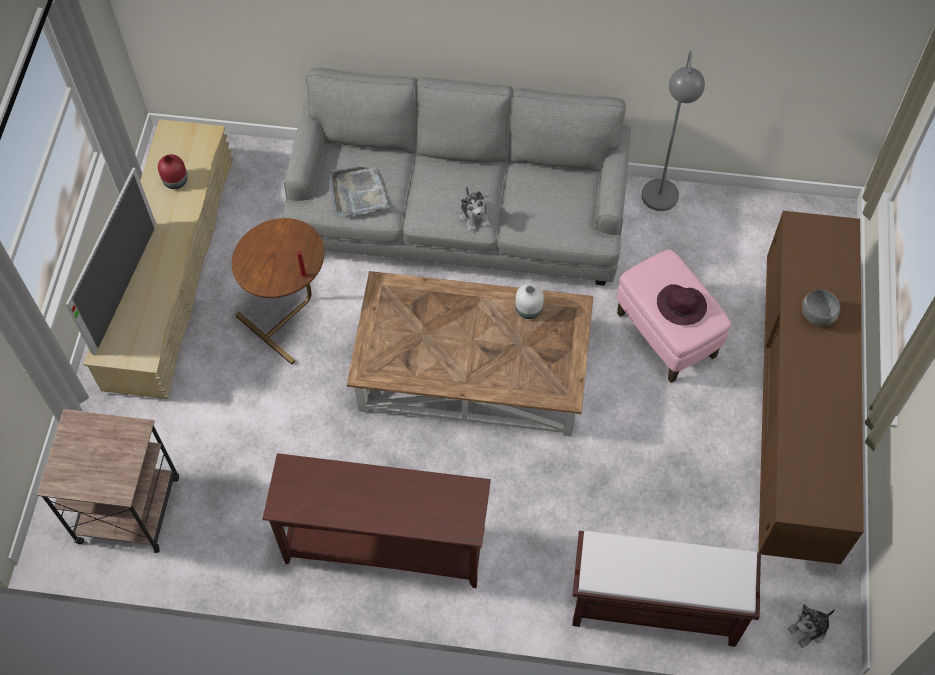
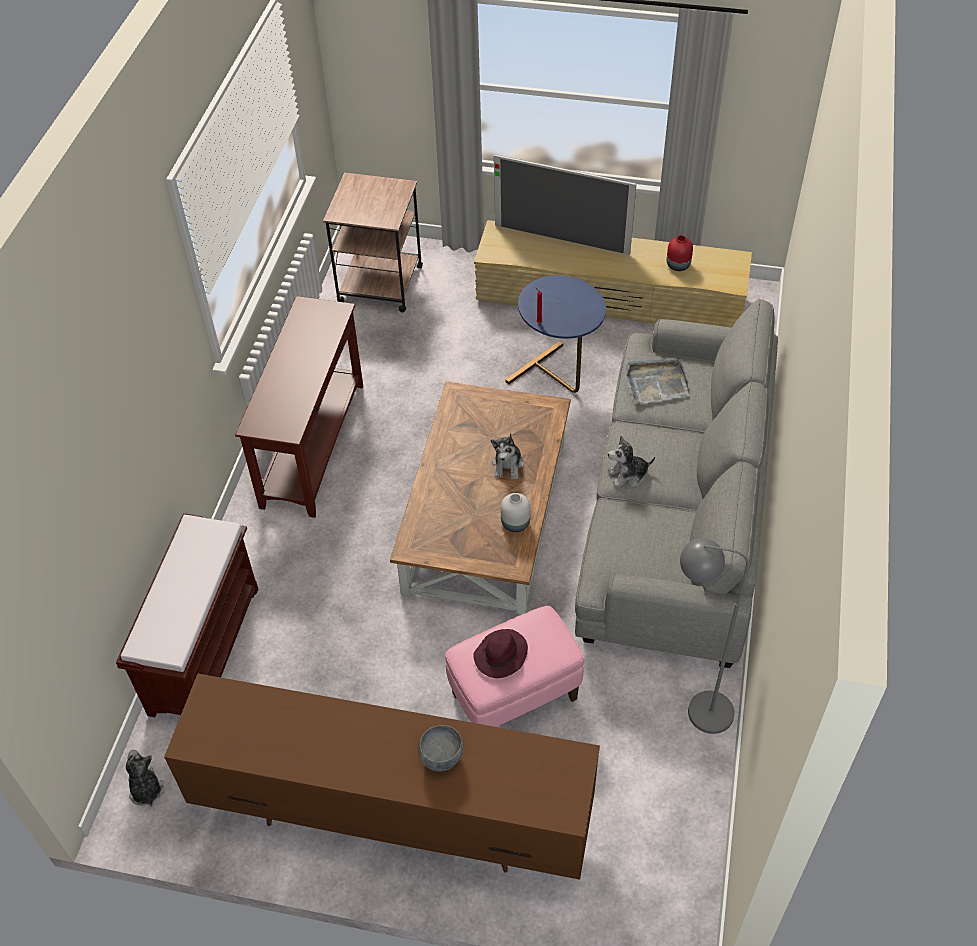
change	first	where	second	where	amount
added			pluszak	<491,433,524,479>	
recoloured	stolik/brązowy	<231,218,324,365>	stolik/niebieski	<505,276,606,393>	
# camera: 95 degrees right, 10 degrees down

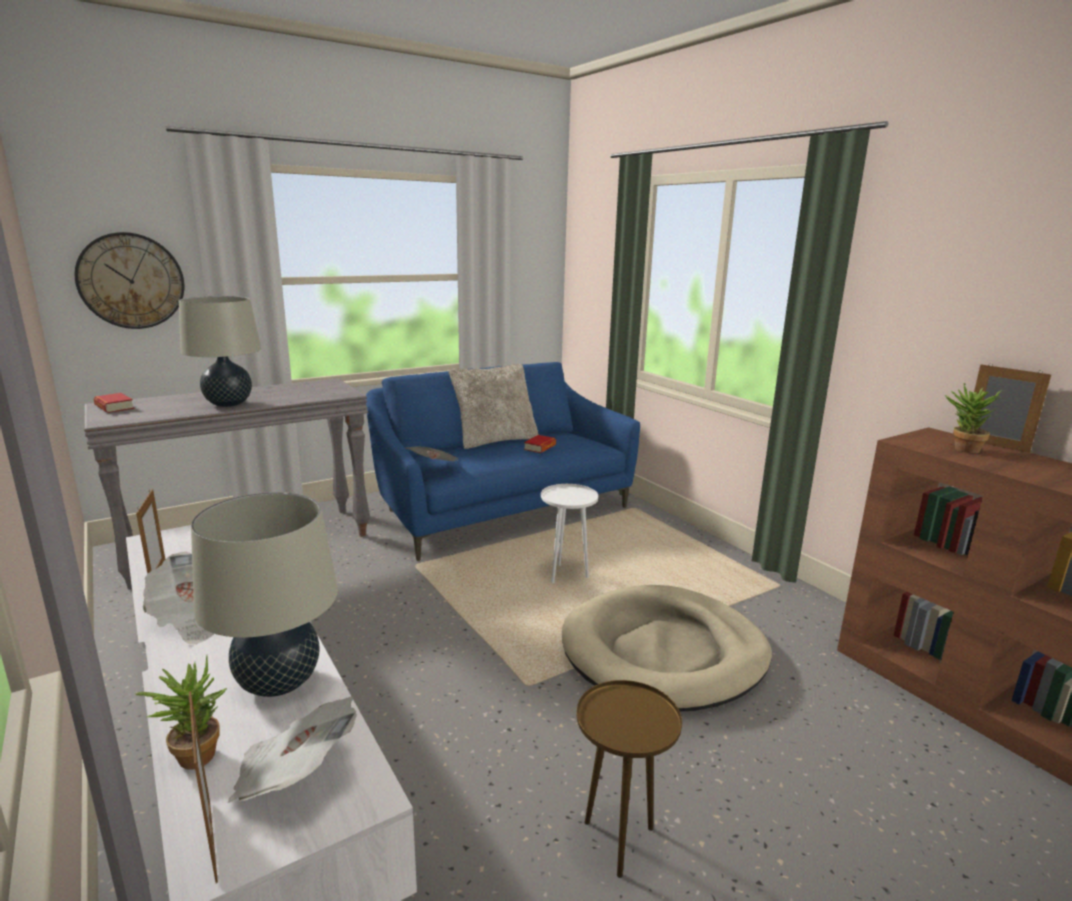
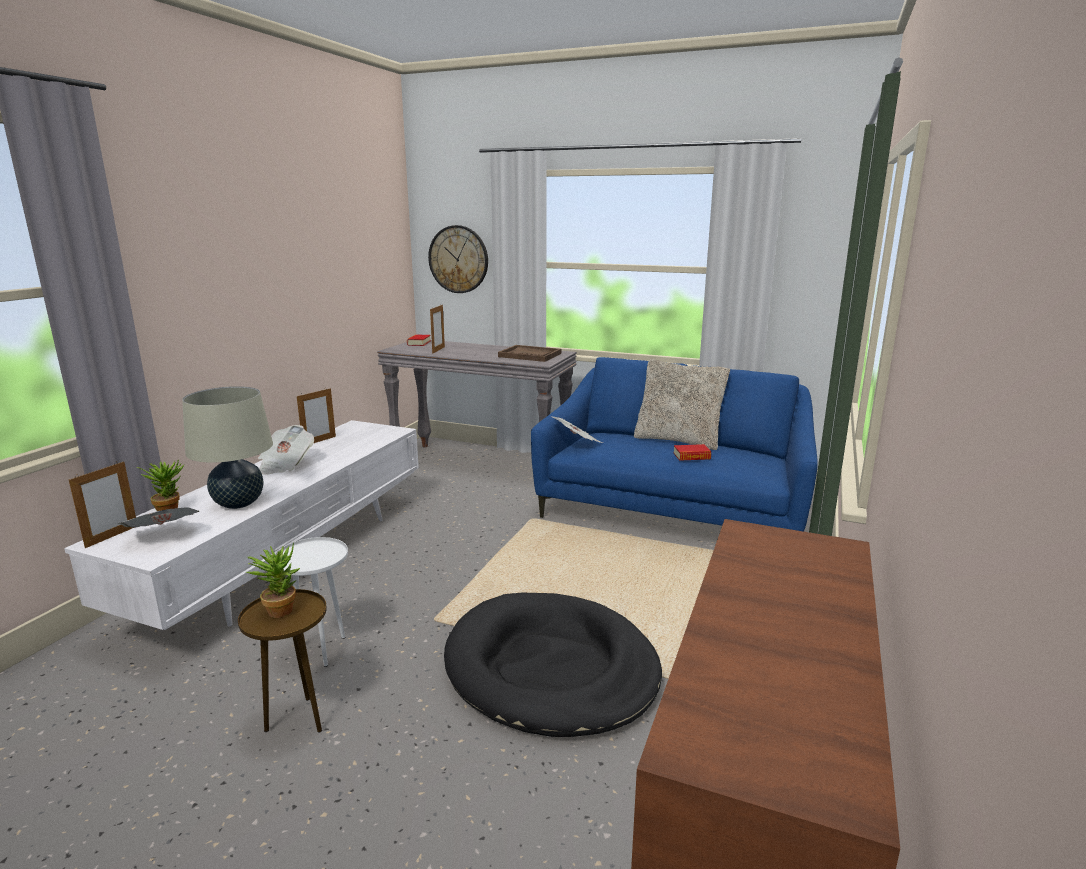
change	first	where	second	where	amount
removed	lampa stołowa/beżowy	<179,296,261,407>			
added			taca/brązowy	<498,345,561,362>	
moved	stolik/biały	<541,484,598,583>		<275,537,348,667>	
moved	roślina doniczkowa	<944,383,1002,453>		<246,542,300,618>	
moved	ramka na zdjęcie	<974,363,1051,453>		<430,305,445,354>	
recoloured	legowisko/beżowy	<562,585,772,711>	legowisko/czarny	<444,593,662,737>	
# camera: 55 degrees right, 0 degrees up

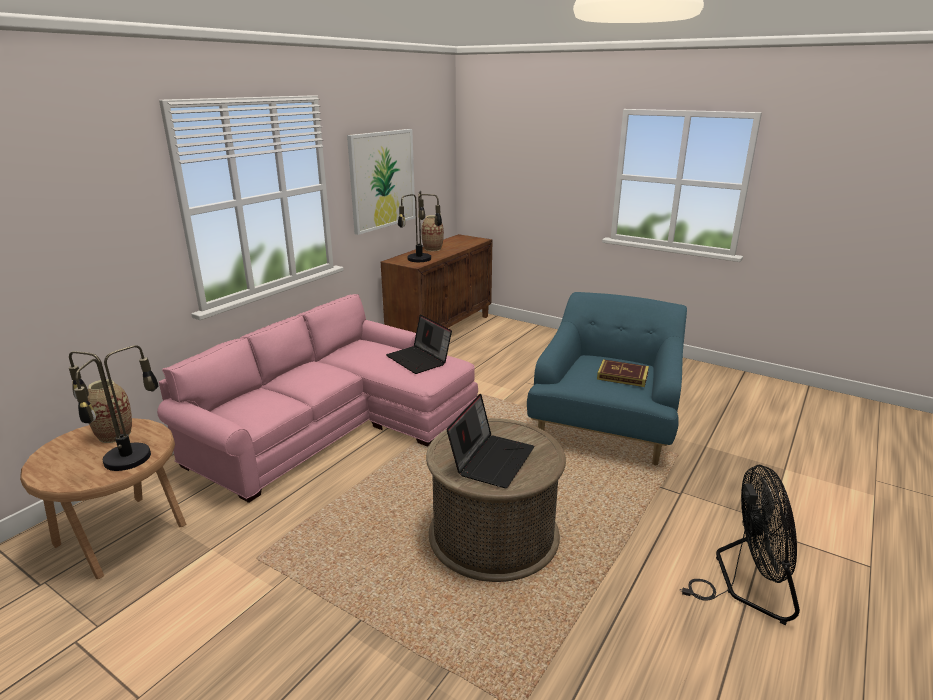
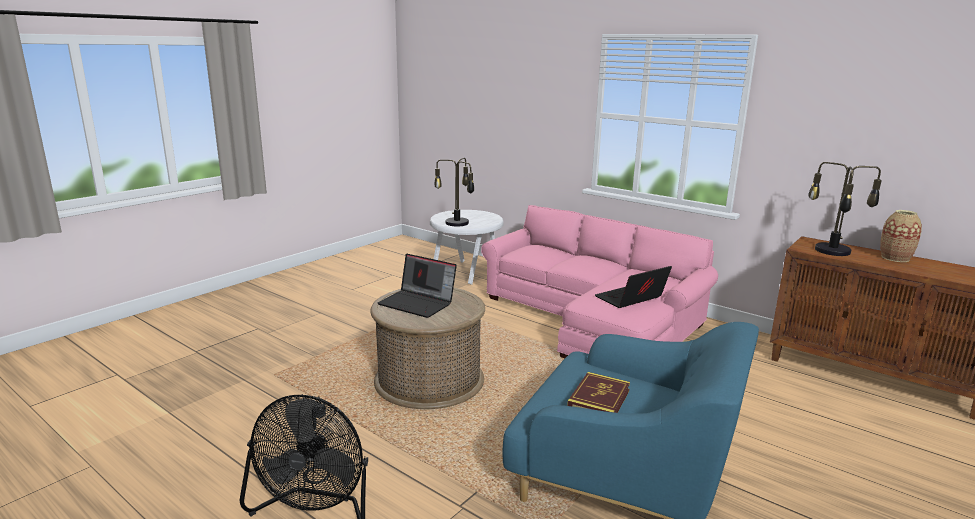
change	first	where	second	where	amount
removed	wazon	<88,379,132,443>			
removed	obraz	<347,129,415,235>			
recoloured	stolik/brązowy	<20,418,186,579>	stolik/biały	<430,210,504,285>	
# camera: 95 degrees right, 5 degrees down

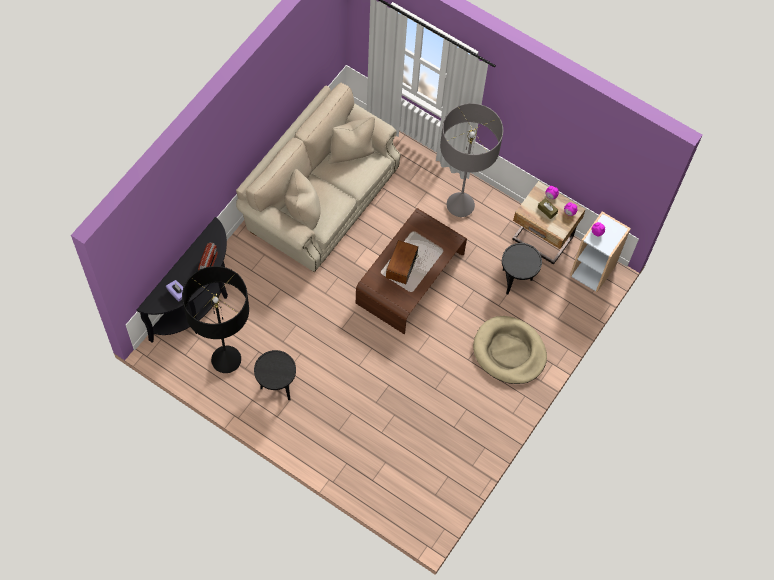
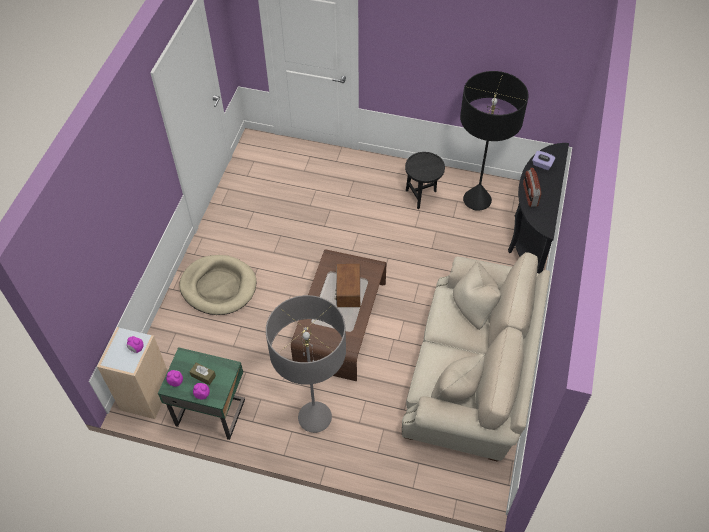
change	first	where	second	where	amount
removed	stolik/czarny	<502,243,542,294>			
recoloured	szafka nocna/beżowy	<512,181,586,264>	szafka nocna/zielony	<158,347,245,440>	
# camera: 165 degrees right, 10 degrees down

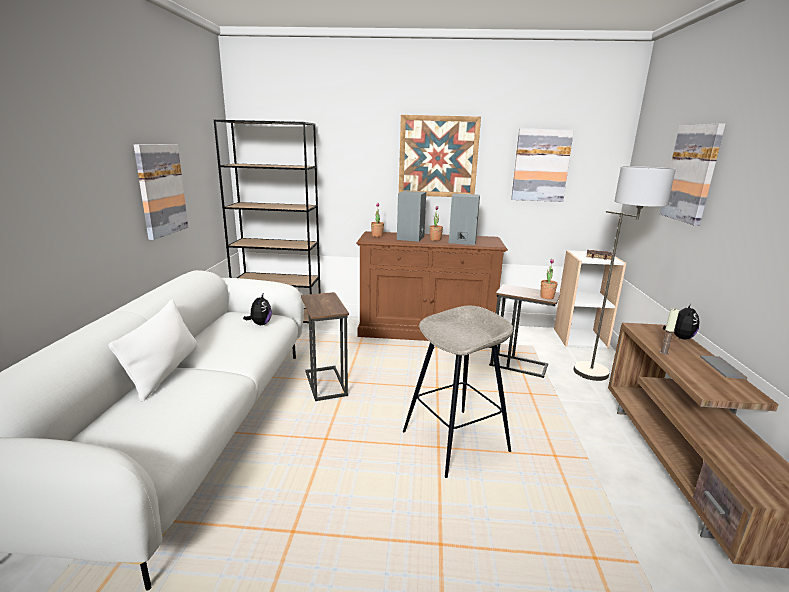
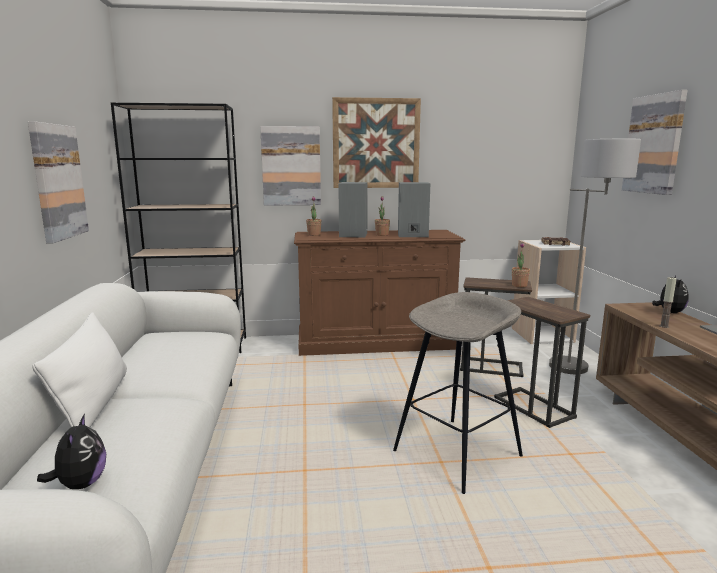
change	first	where	second	where	amount
moved	pluszak	<243,294,272,325>		<37,414,106,489>	
moved	stolik/brązowy	<301,292,349,401>		<494,297,590,428>	
moved	obraz	<511,128,574,202>		<260,126,321,206>	
# camera: 10 degrees left, 5 degrees down

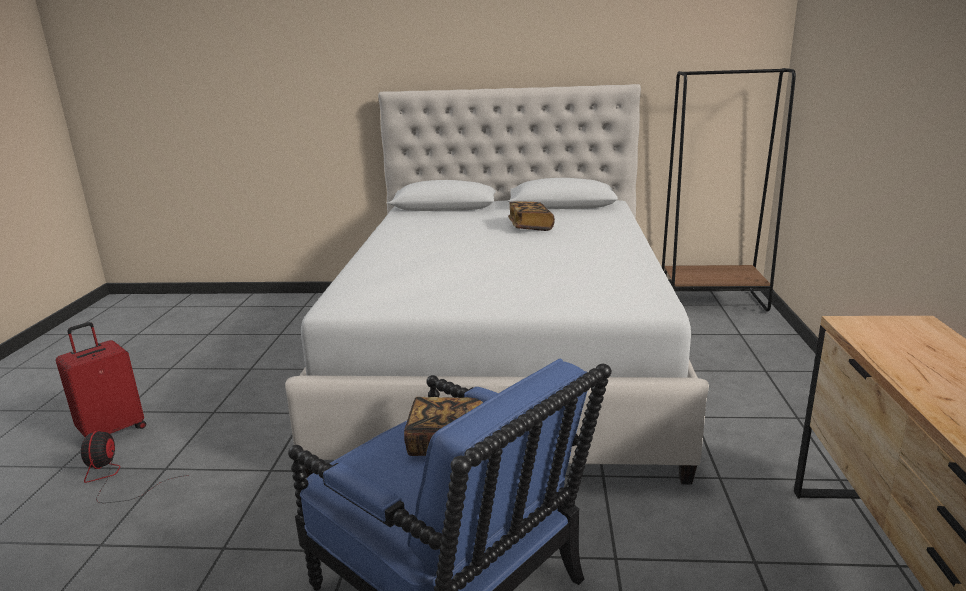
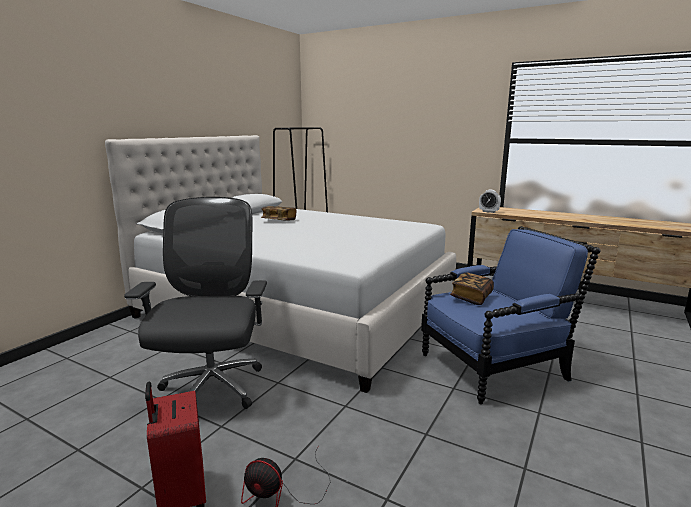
change	first	where	second	where	amount
added			krzesło biurowe	<124,197,267,409>	
added			budzik	<479,190,501,213>	
# camera: 65 degrees left, 5 degrees down

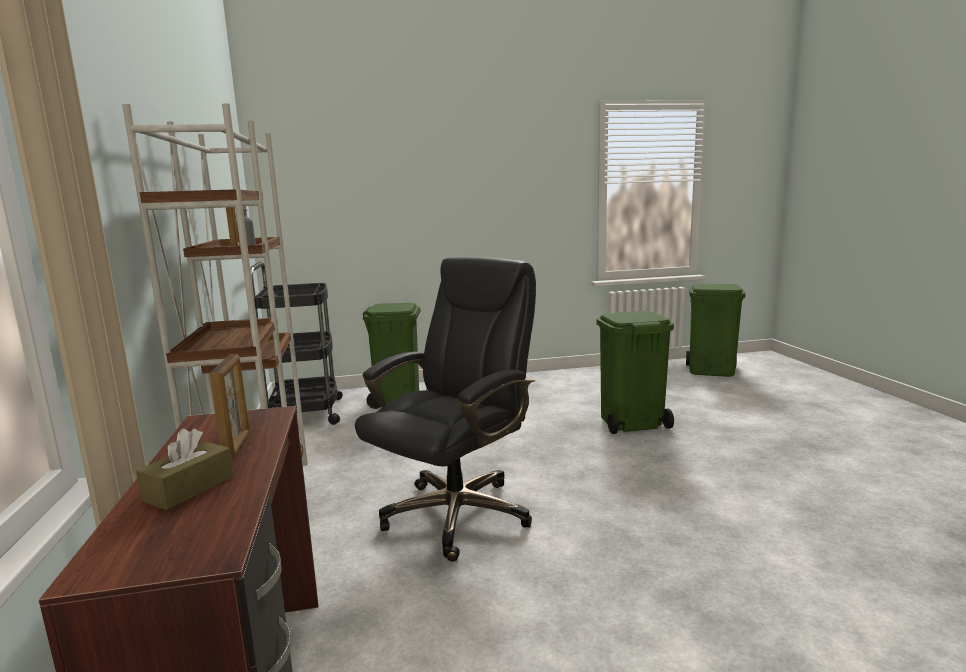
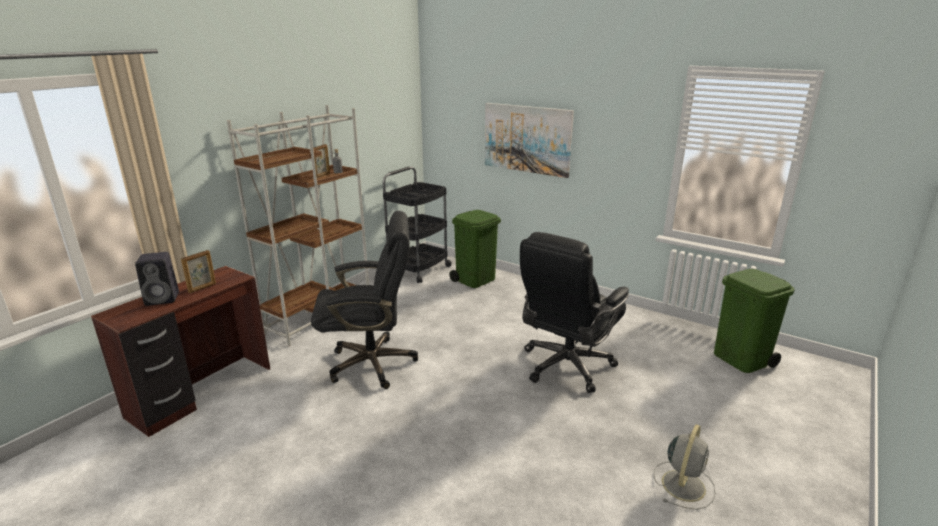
change	first	where	second	where	amount
added			obraz	<485,103,574,178>	
added			wentylator/szary	<654,424,716,510>	
replaced	pudełko chusteczek/brązowy	<136,429,234,510>	głośnik/czarny	<135,252,179,306>	
replaced	kosz na śmieci/zielony	<597,311,674,434>	krzesło biurowe/czarny	<520,232,629,393>	
# camera: 45 degrees right, 10 degrees up

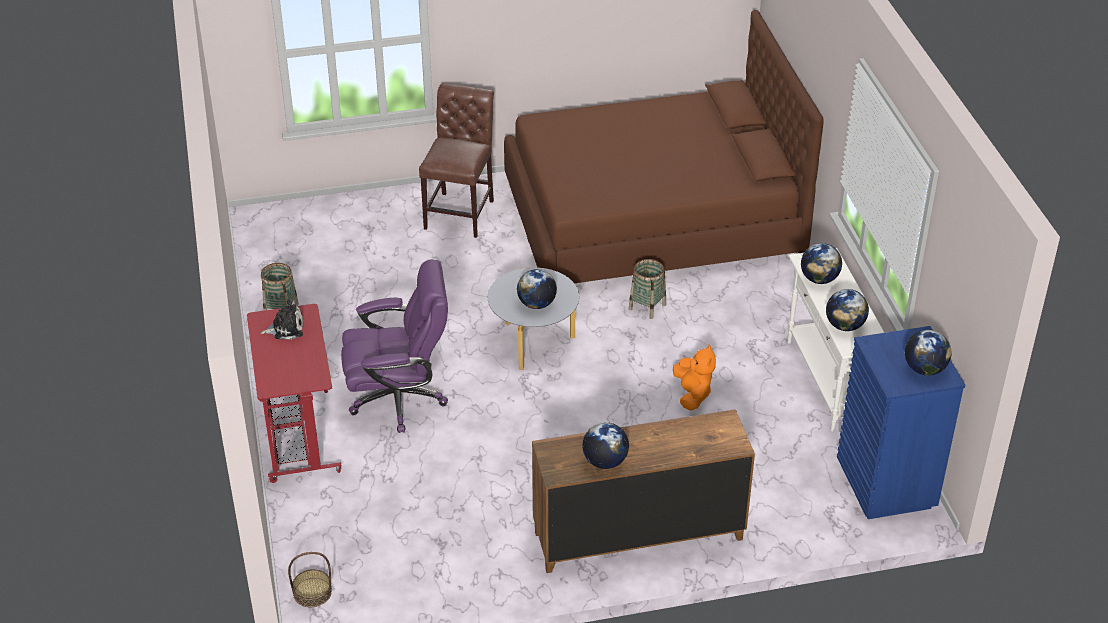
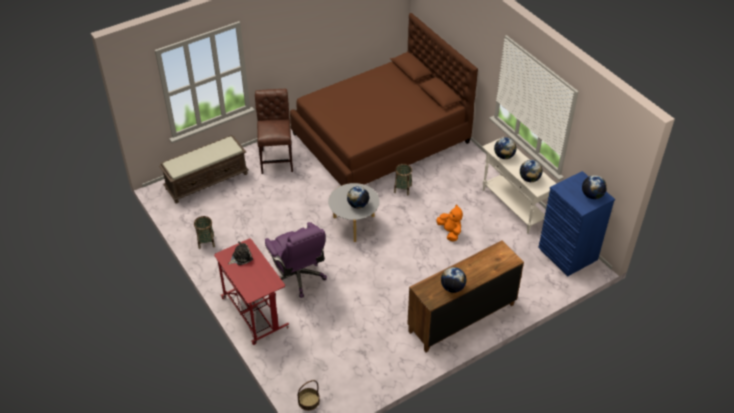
change	first	where	second	where	amount
added			ławka/brązowy	<159,135,248,204>	
turned	krzesło biurowe/fioletowy	<341,260,448,433>		<265,222,327,298>	90 degrees clockwise
# camera: 20 degrees left, 5 degrees up

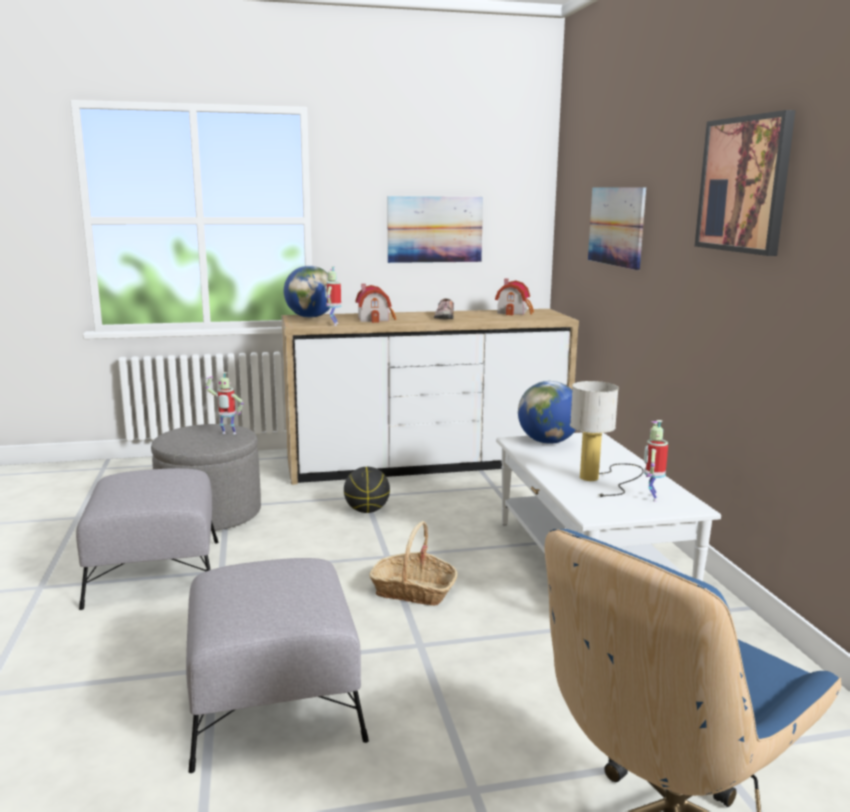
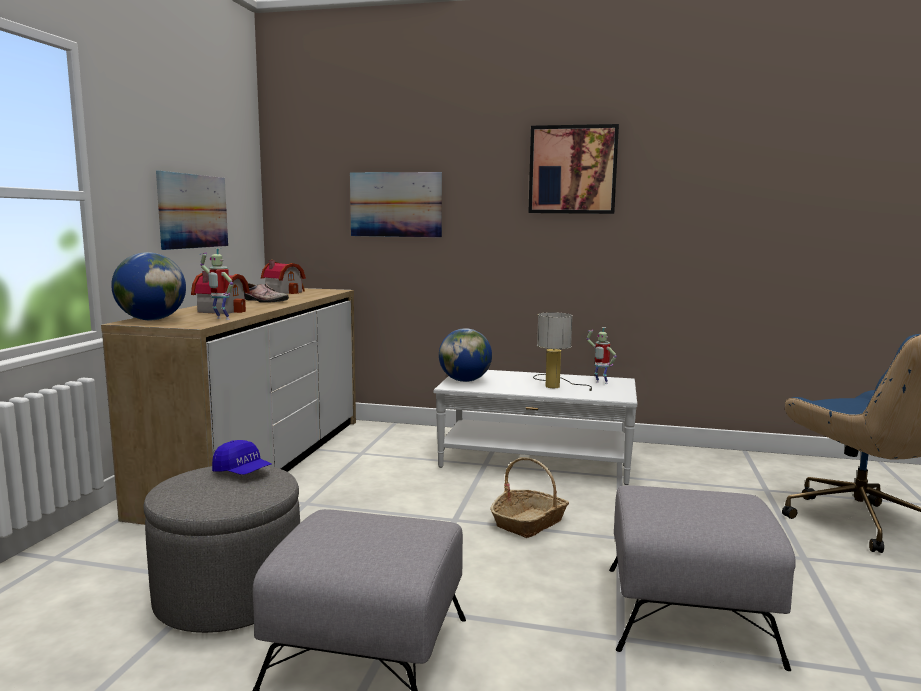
change	first	where	second	where	amount
removed	piłka do koszykówki	<344,467,390,513>			
replaced	robot zabawkowy	<206,372,244,434>	czapka z daszkiem/niebieski	<212,440,272,475>	
# camera: 65 degrees left, 5 degrees down

